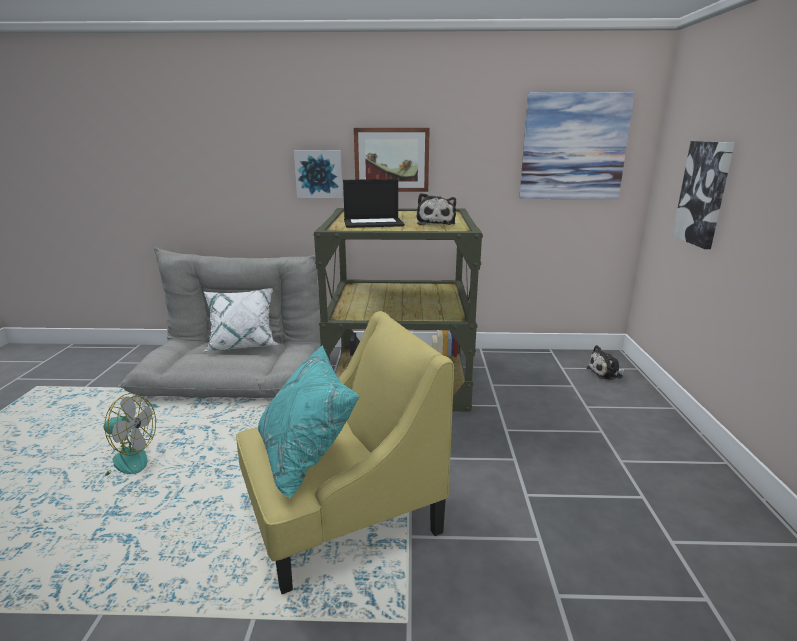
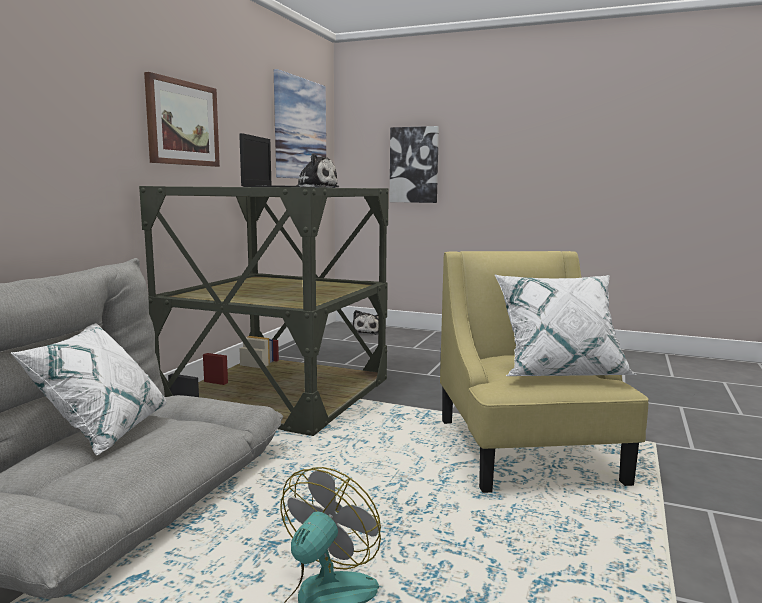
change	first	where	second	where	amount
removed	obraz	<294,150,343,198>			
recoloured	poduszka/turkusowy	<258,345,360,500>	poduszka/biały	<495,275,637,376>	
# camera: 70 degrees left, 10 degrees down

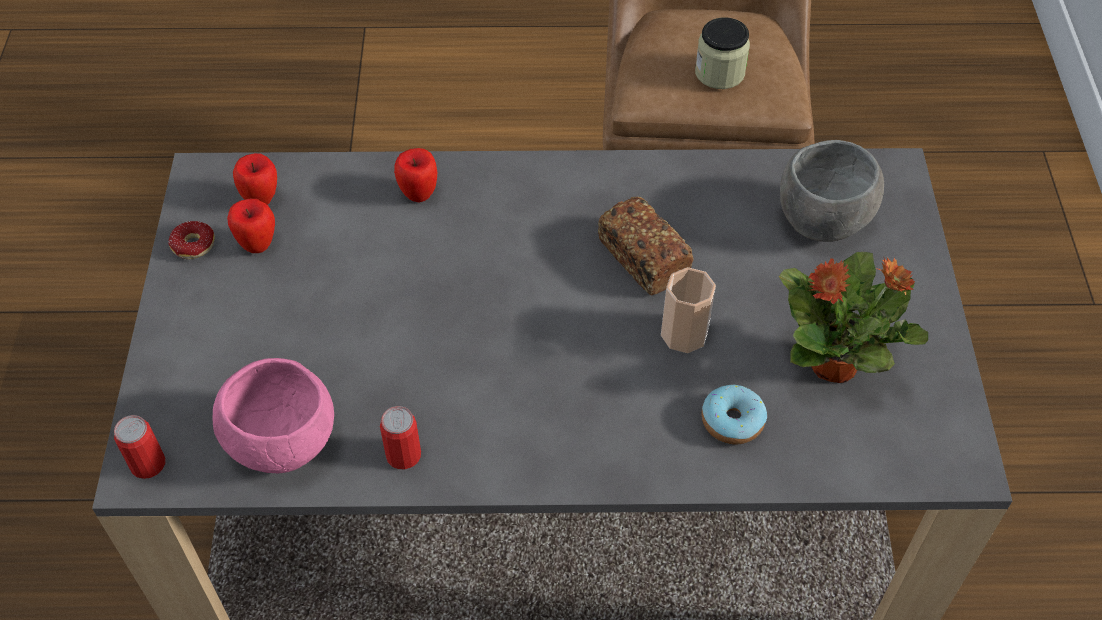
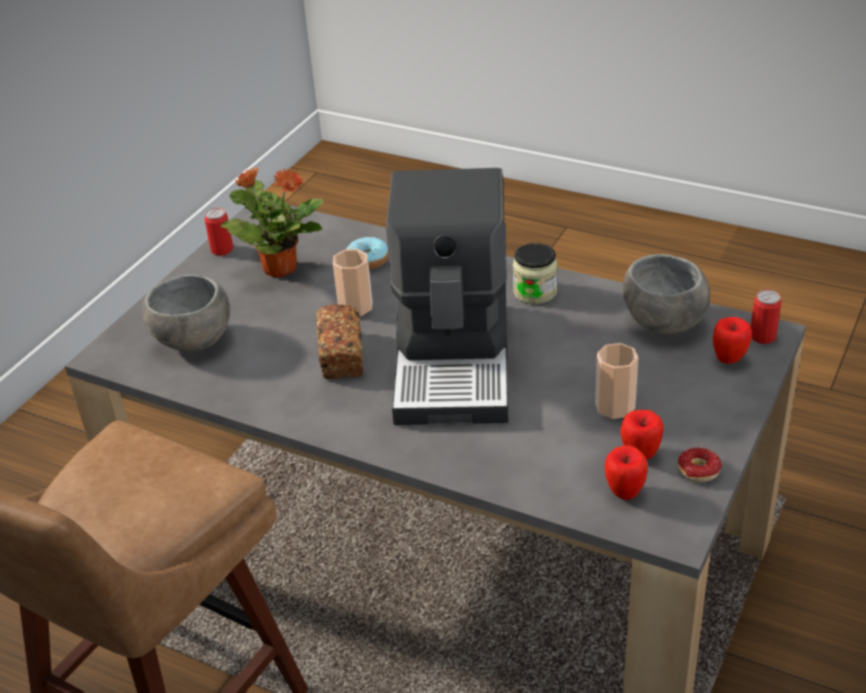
change	first	where	second	where	amount
added			ekspres do kawy	<386,168,508,425>	
added			filiżanka	<595,343,638,419>	
moved	puszka	<380,406,421,469>		<204,208,233,256>	
moved	jabłko	<394,148,437,202>		<713,317,752,364>	
moved	słoik	<695,17,750,89>		<513,243,558,304>	
recoloured	miska/różowy	<213,358,334,473>	miska/szary	<623,254,710,335>	
# camera: 150 degrees left, 15 degrees down

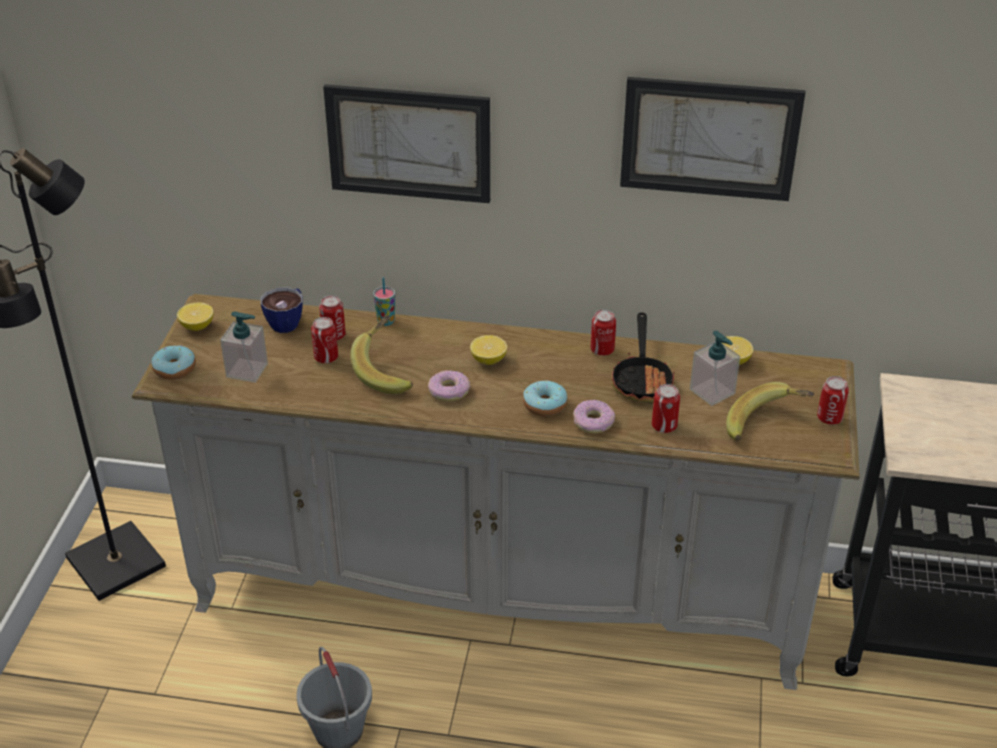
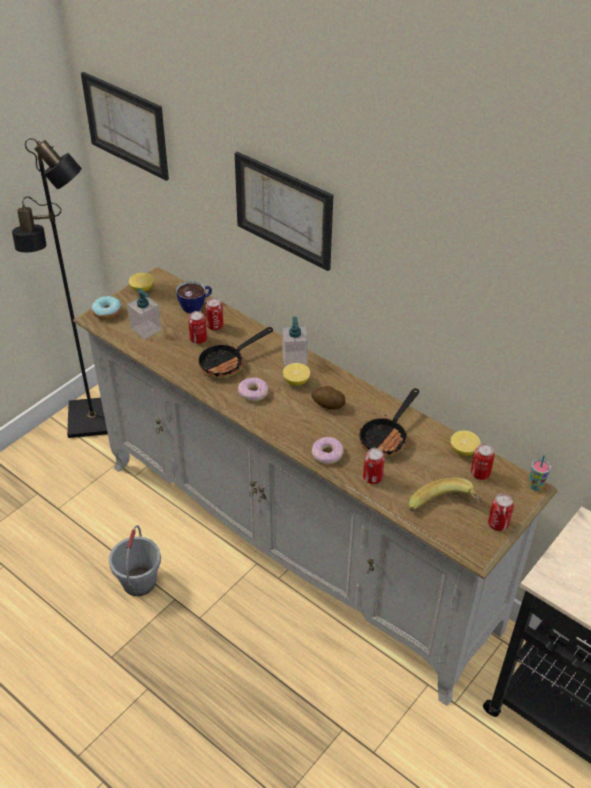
change	first	where	second	where	amount
removed	donut	<523,380,568,417>			
added			ziemniak	<312,386,346,410>	
moved	filiżanka	<373,277,395,326>		<528,455,551,491>	
moved	puszka	<591,309,616,356>		<471,444,495,480>	
moved	obraz	<620,77,805,201>		<81,72,169,181>	
moved	dozownik mydła	<690,331,740,406>		<282,317,308,367>	
replaced	banan	<350,315,413,394>	patelnia	<199,327,273,378>	
# camera: 30 degrees right, 5 degrees up

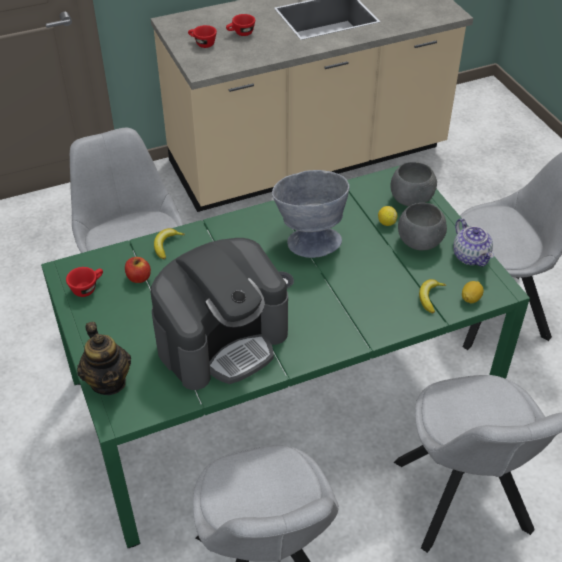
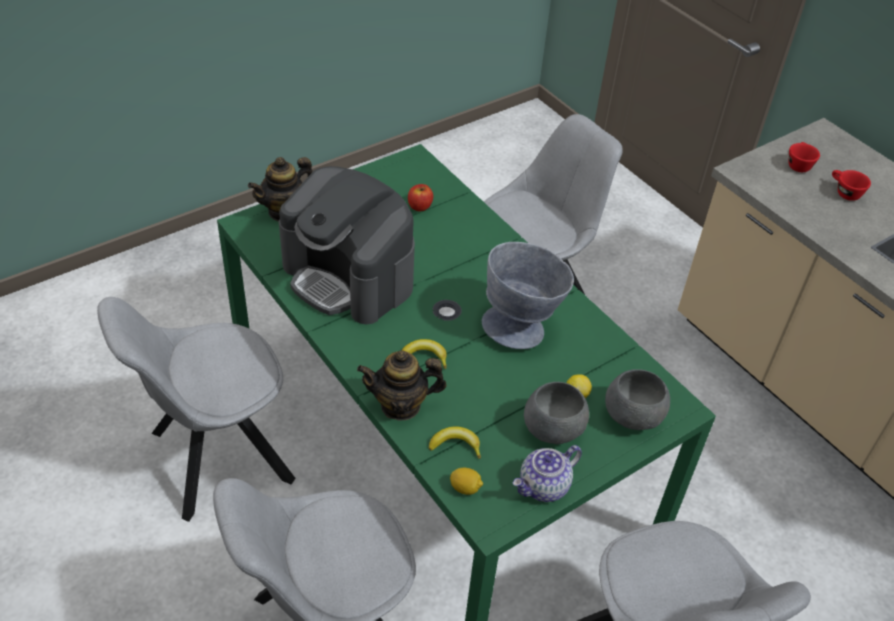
change	first	where	second	where	amount
removed	filiżanka/czerwony	<66,267,103,297>			
added			imbryk	<357,350,446,421>	
moved	banan	<154,228,185,259>		<401,339,447,369>	
# camera: 75 degrees right, 0 degrees up

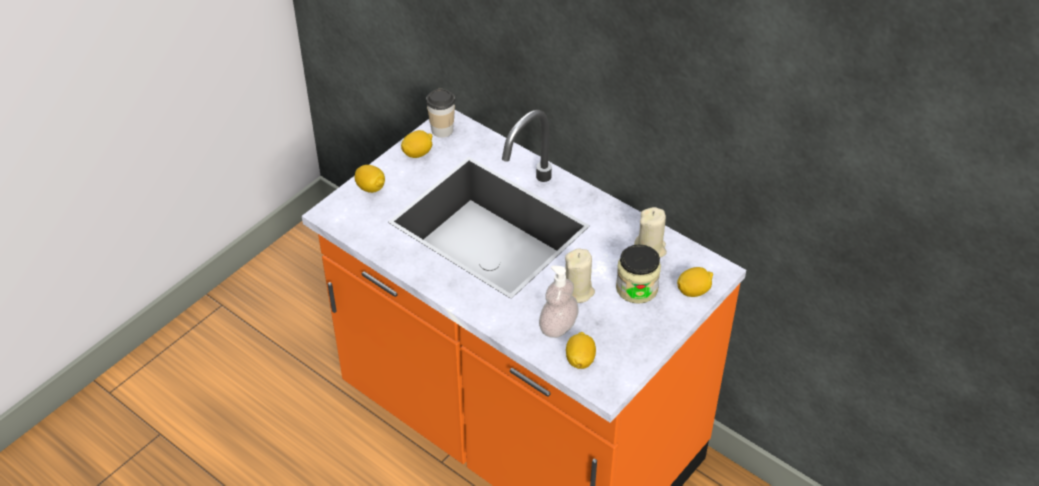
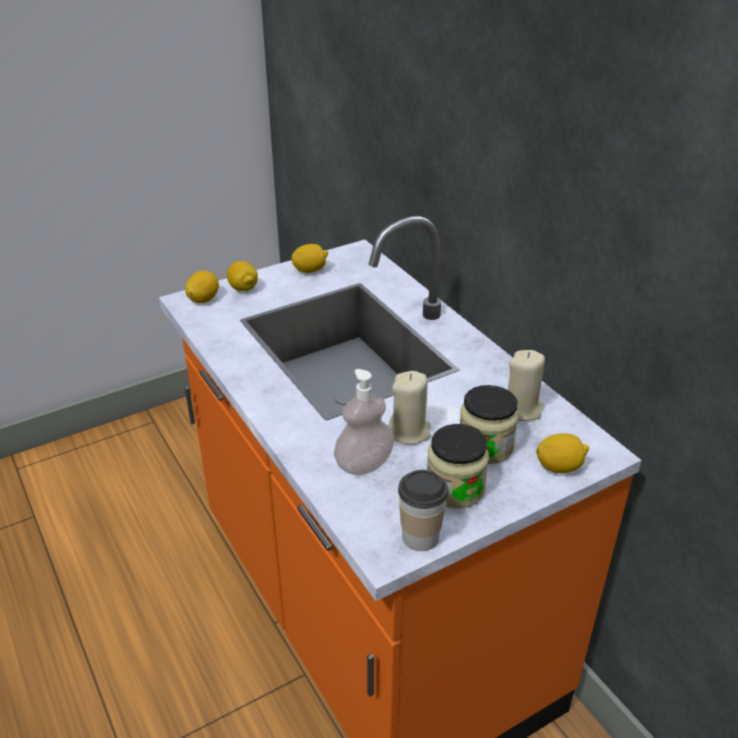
change	first	where	second	where	amount
added			słoik	<427,424,489,508>	
moved	filiżanka	<426,89,455,138>		<398,470,448,551>	
moved	cytryna	<566,332,596,369>		<185,271,219,303>	
# camera: 20 degrees right, 10 degrees down

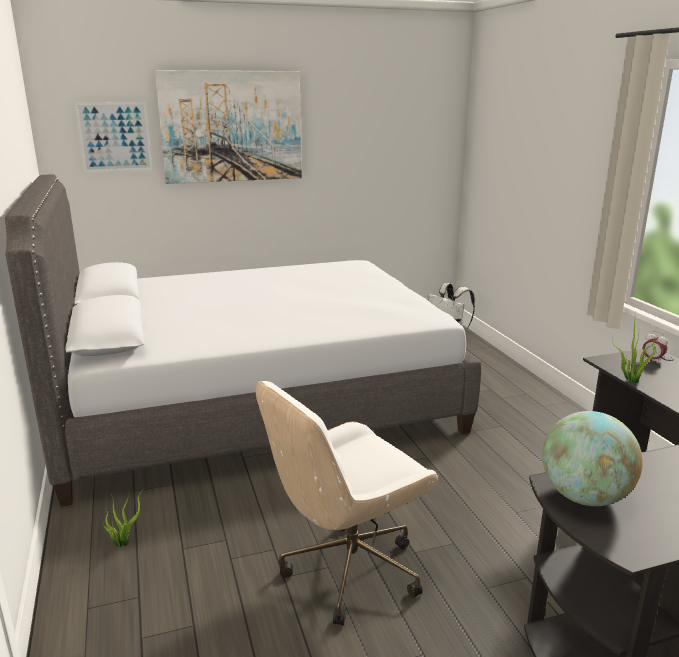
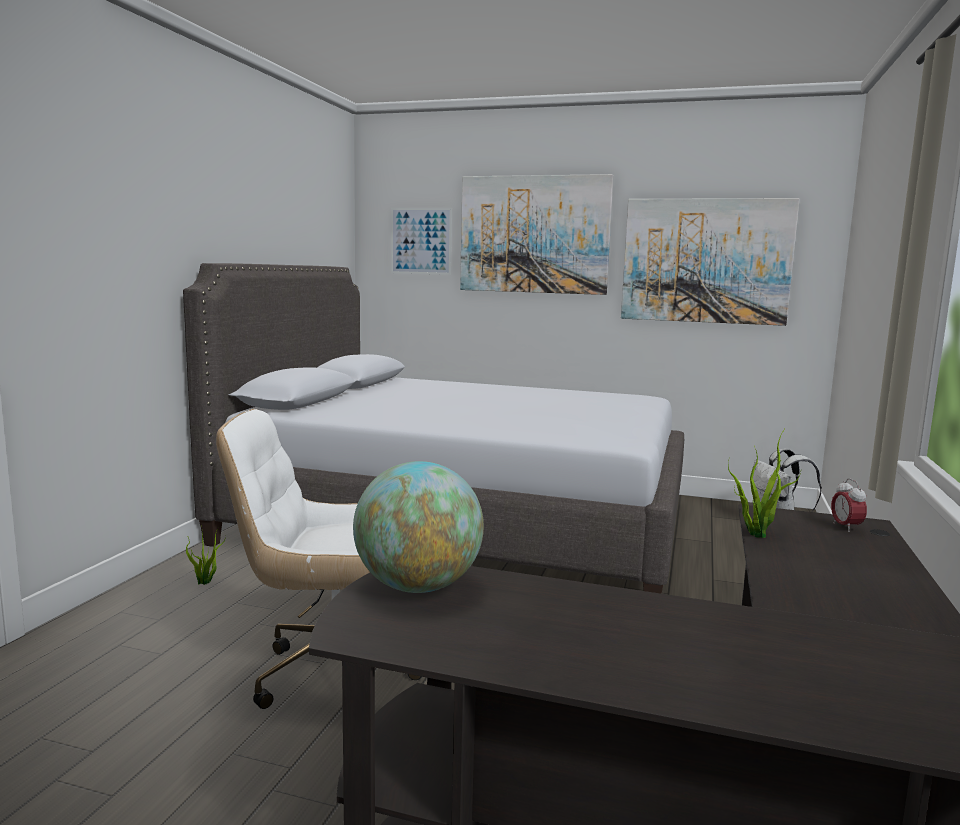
change	first	where	second	where	amount
added			obraz	<621,198,800,326>	
# camera: 35 degrees right, 10 degrees down

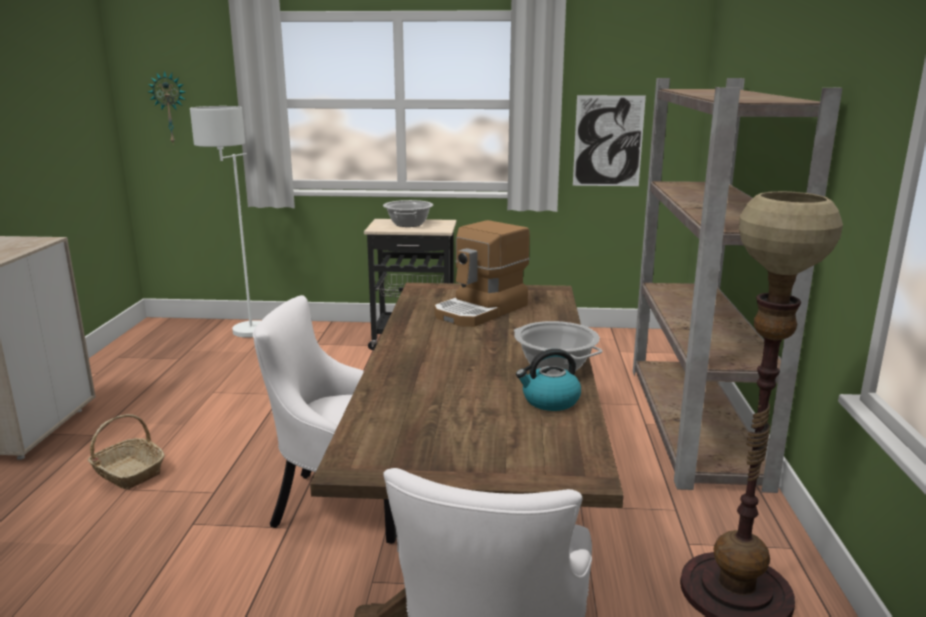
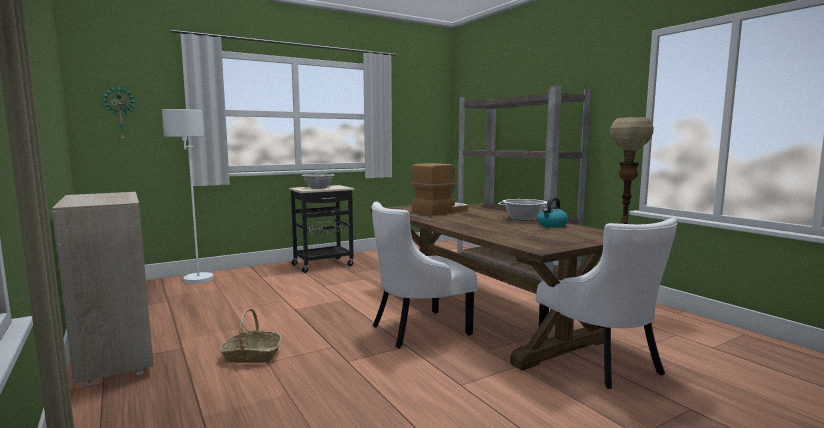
change	first	where	second	where	amount
removed	obraz	<573,95,646,186>			
turned	ekspres do kawy	<434,220,530,327>		<412,163,468,215>	135 degrees counterclockwise
# camera: 35 degrees left, 10 degrees down

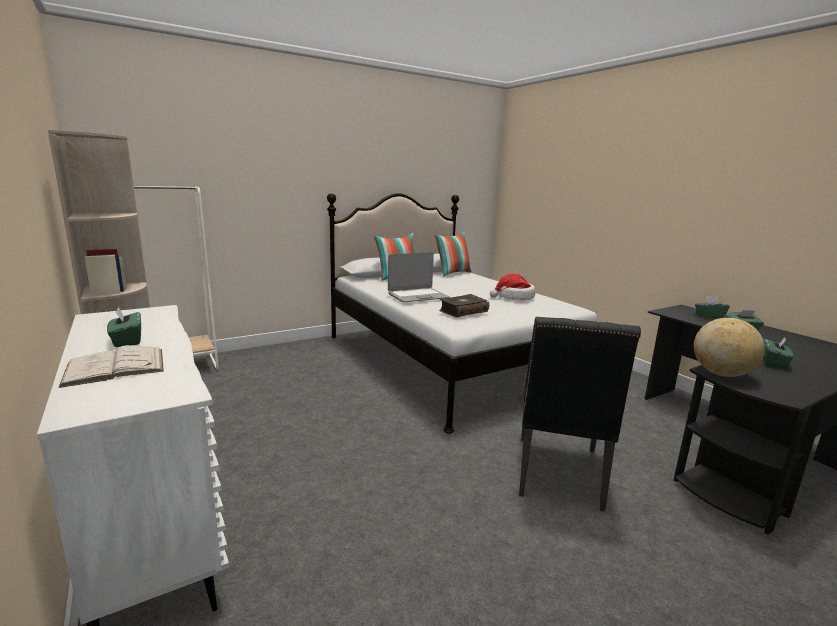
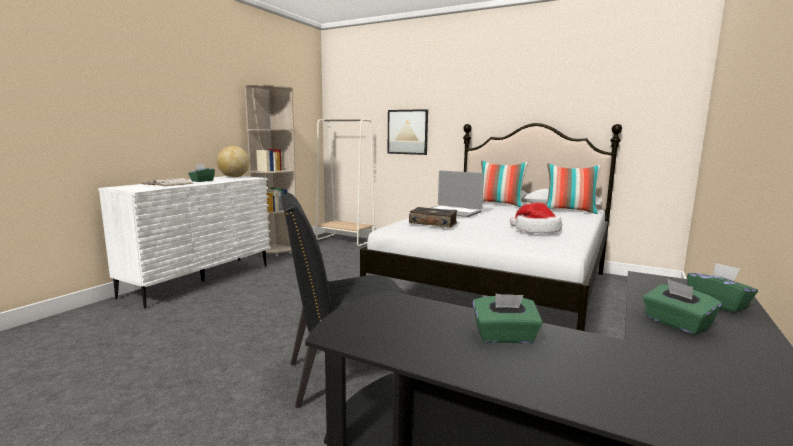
change	first	where	second	where	amount
added			obraz	<388,109,428,155>	
moved	globus	<694,318,765,377>		<217,146,250,177>	
# camera: 60 degrees right, 5 degrees down

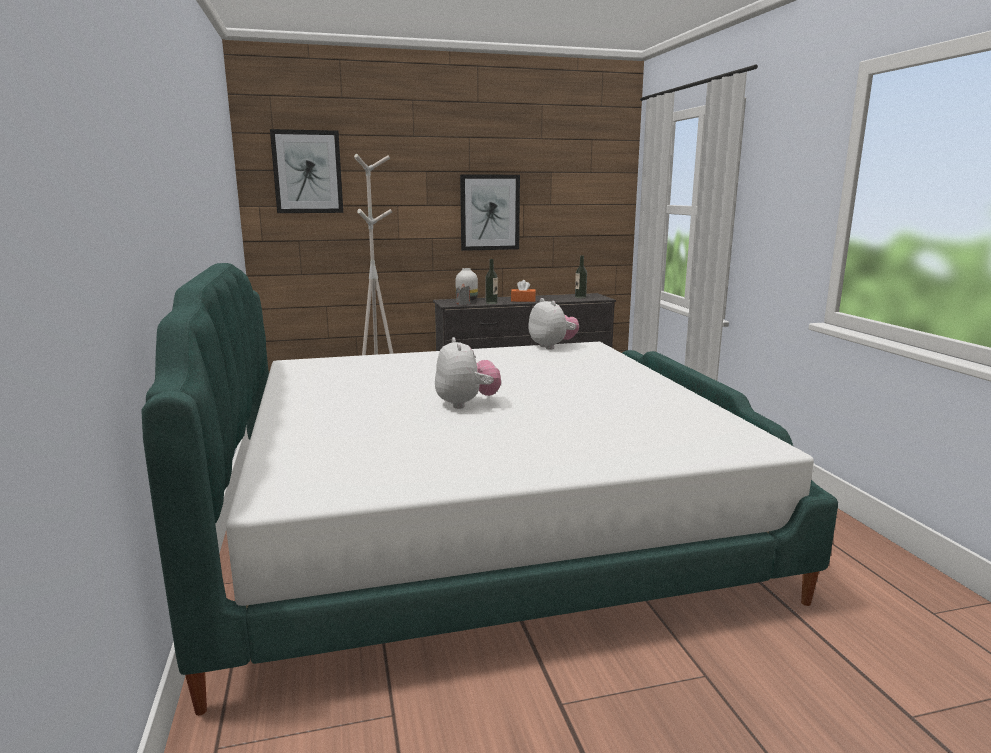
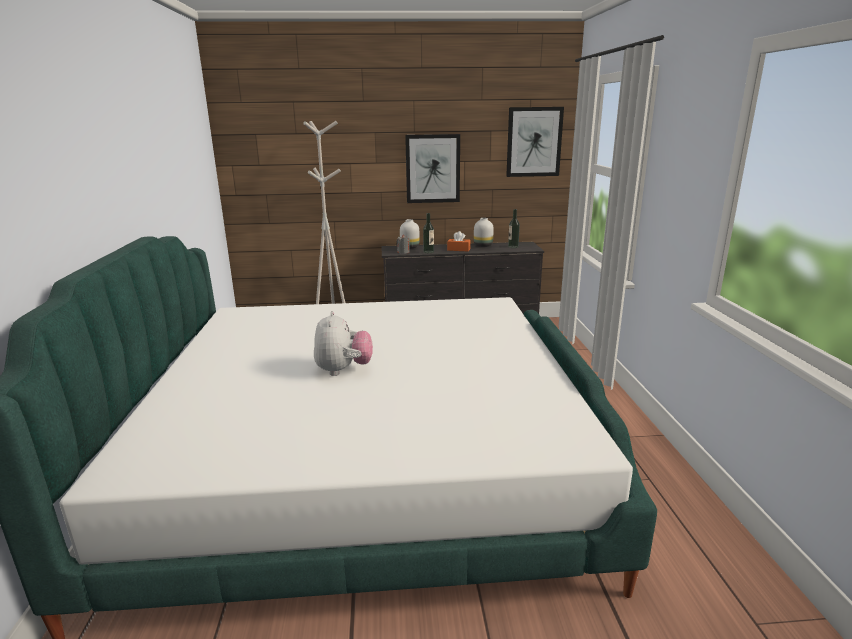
change	first	where	second	where	amount
removed	pluszak	<528,298,579,350>			
added			wazon/biały	<474,218,494,247>	
moved	obraz	<270,129,343,213>		<506,107,564,177>	
# camera: 10 degrees right, 5 degrees up

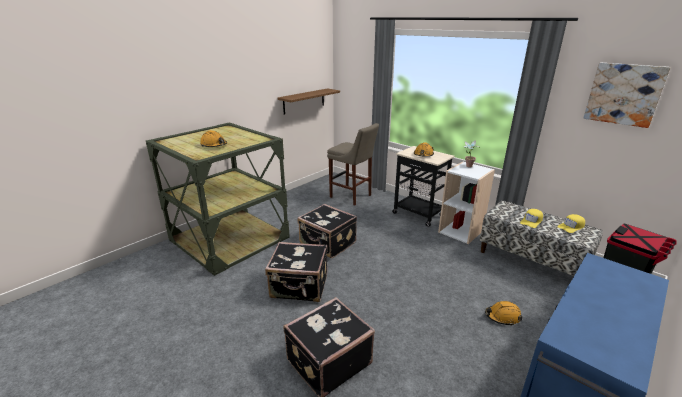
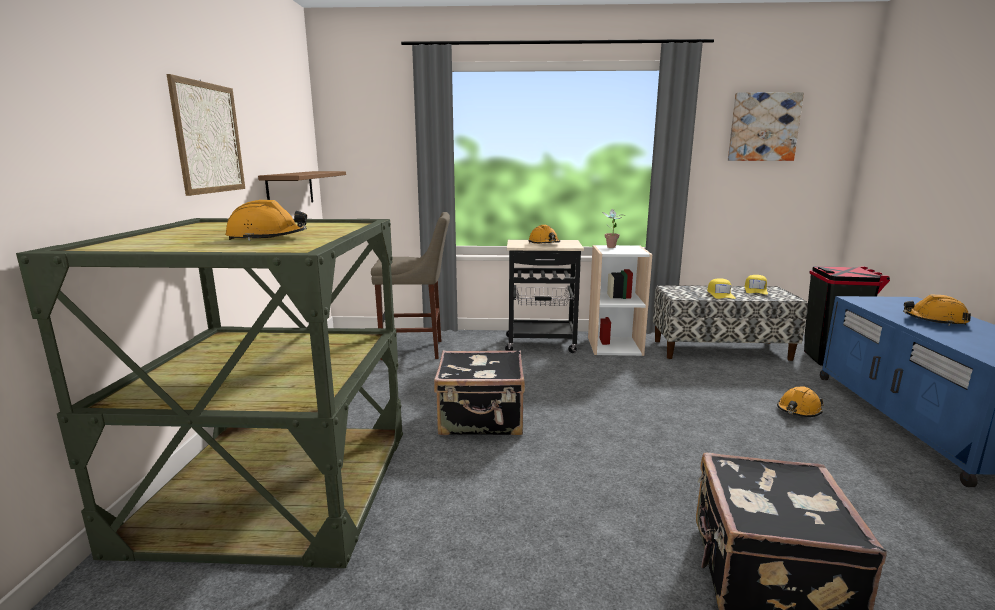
change	first	where	second	where	amount
removed	walizka/czarny	<265,242,328,302>			
added			obraz	<167,74,245,196>	
added			kask/pomarańczowy	<903,295,971,326>	
# camera: 40 degrees left, 10 degrees down

